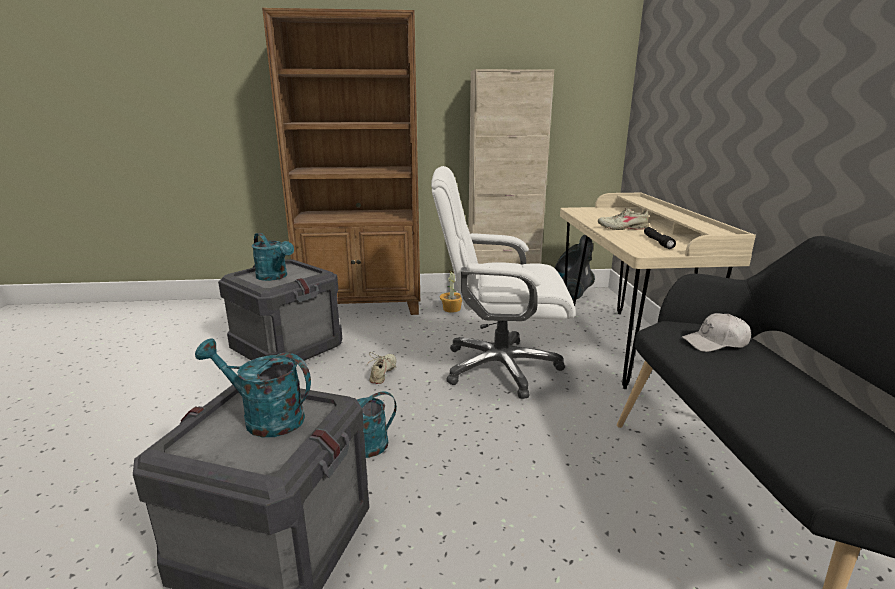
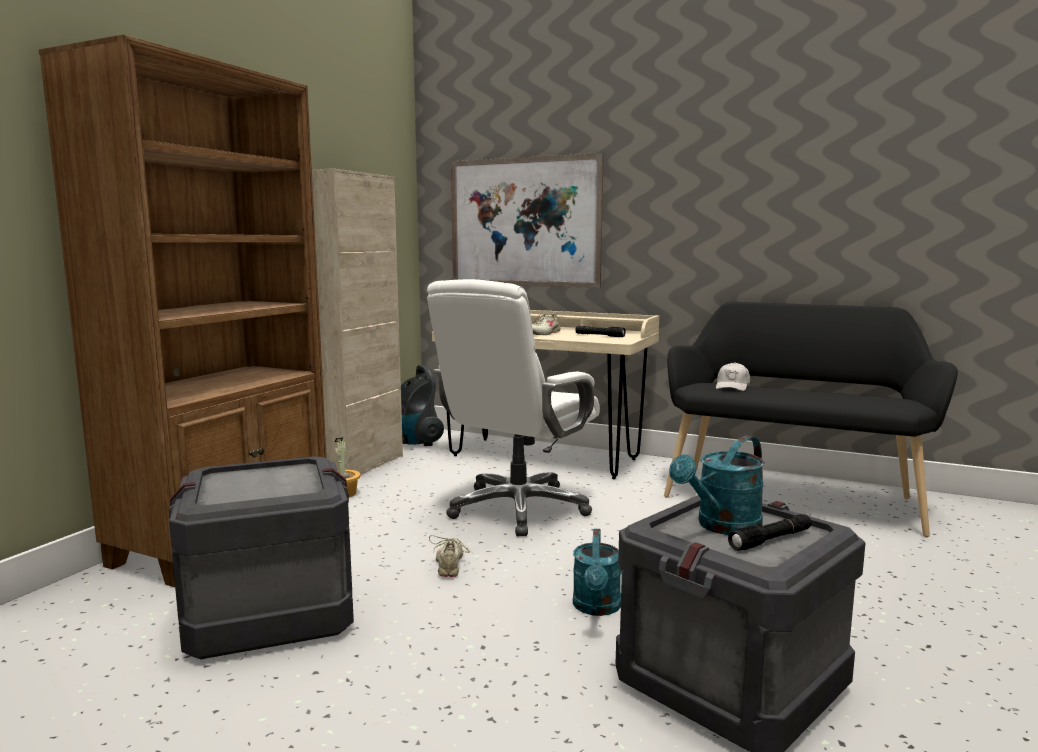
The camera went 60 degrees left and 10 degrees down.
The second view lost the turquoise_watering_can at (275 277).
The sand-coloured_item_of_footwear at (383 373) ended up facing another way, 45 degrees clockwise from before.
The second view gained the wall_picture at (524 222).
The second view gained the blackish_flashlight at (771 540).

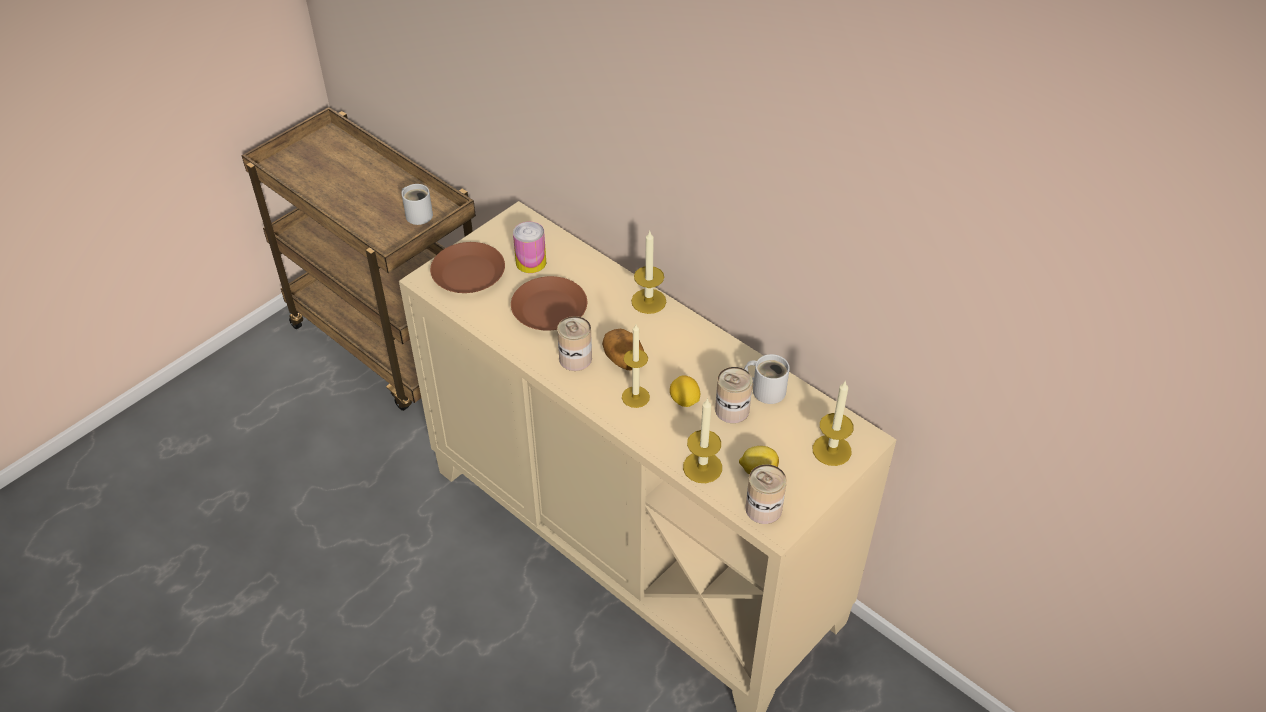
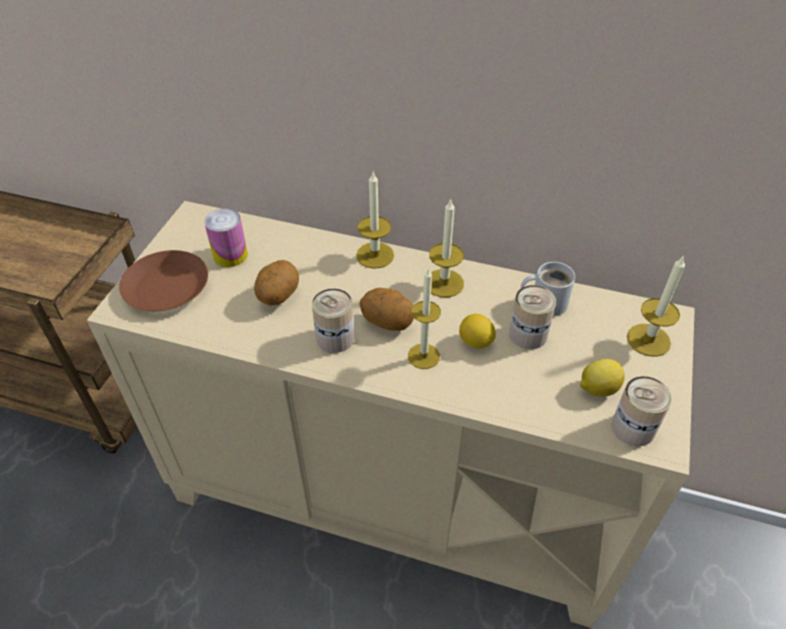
The camera went 25 degrees left and 0 degrees up.
The second view lost the whitish_tea_mug at (418 214).
Where the brown_dinner_plate stood at (550 310), the whole_potato came to stand at (278 296).
The wax_light ended up elsewhere, having gone from (702 467) to (444 283).

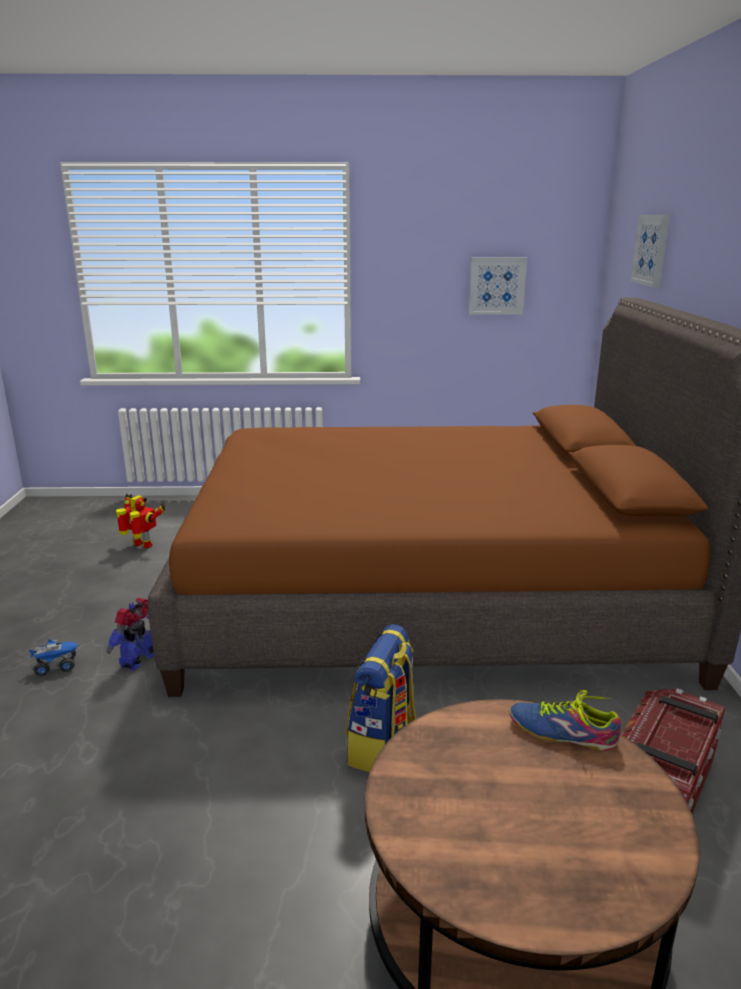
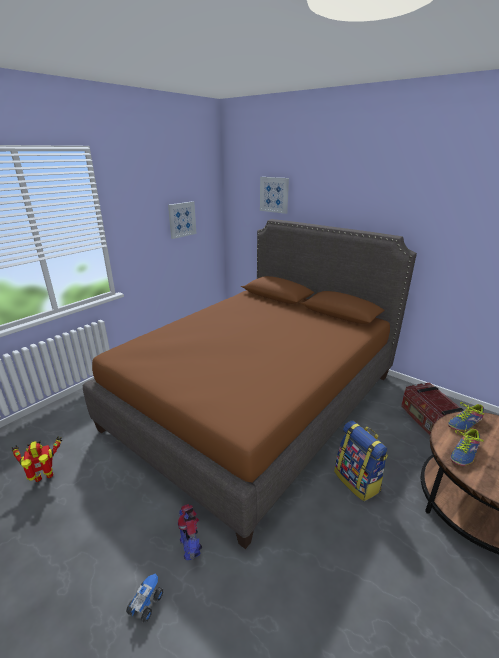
The camera went 50 degrees left and 5 degrees up.
The second view gained the item_of_footwear at (464 453).

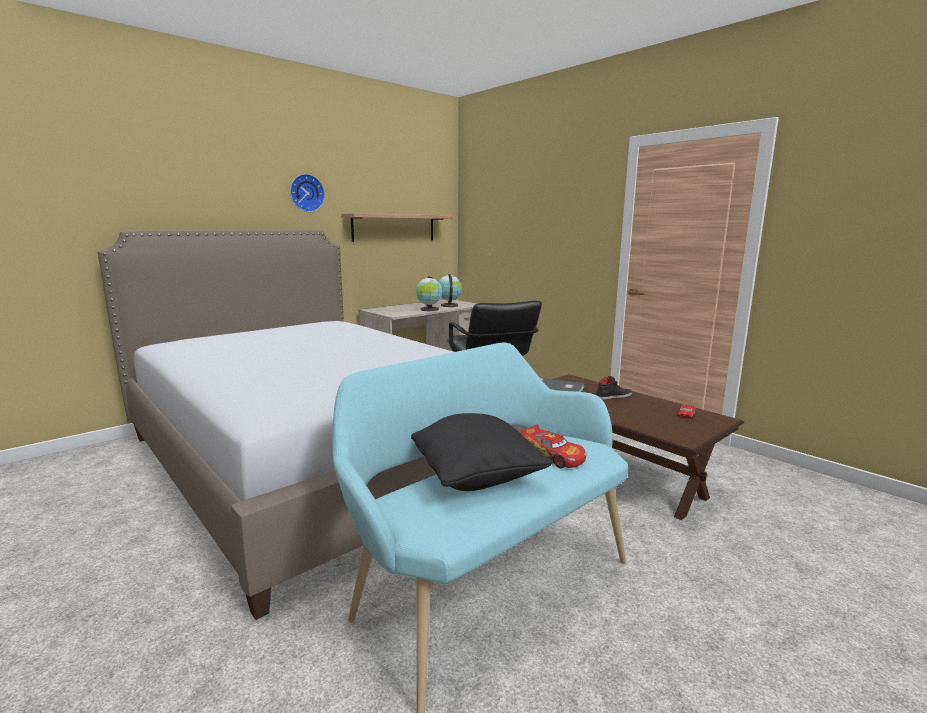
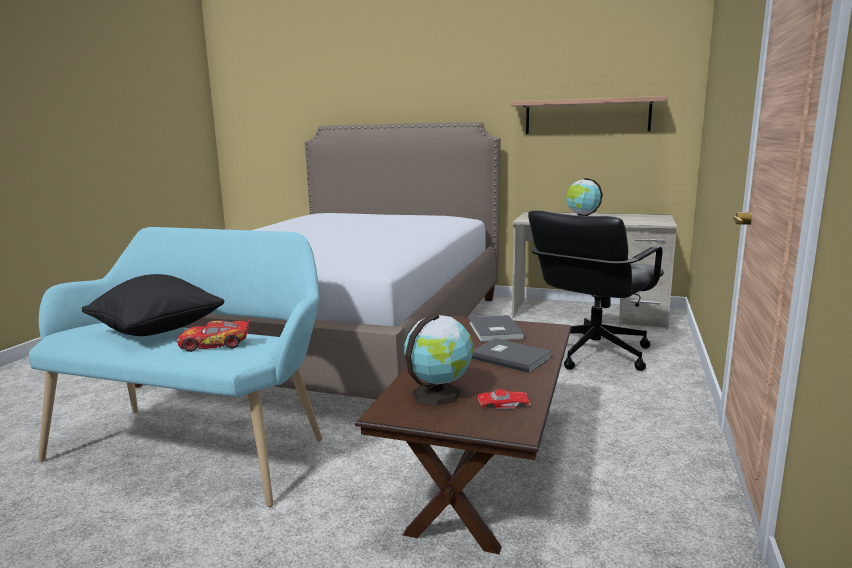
The camera went 60 degrees right and 0 degrees up.
The second view lost the wall_clock at (306 193).
The globe ended up elsewhere, having gone from (449 305) to (438 393).
Where the blackish_item_of_footwear stood at (613 396), the greyish_volume came to stand at (510 357).
The toy_car at (552 456) ended up facing another way, 60 degrees clockwise from before.

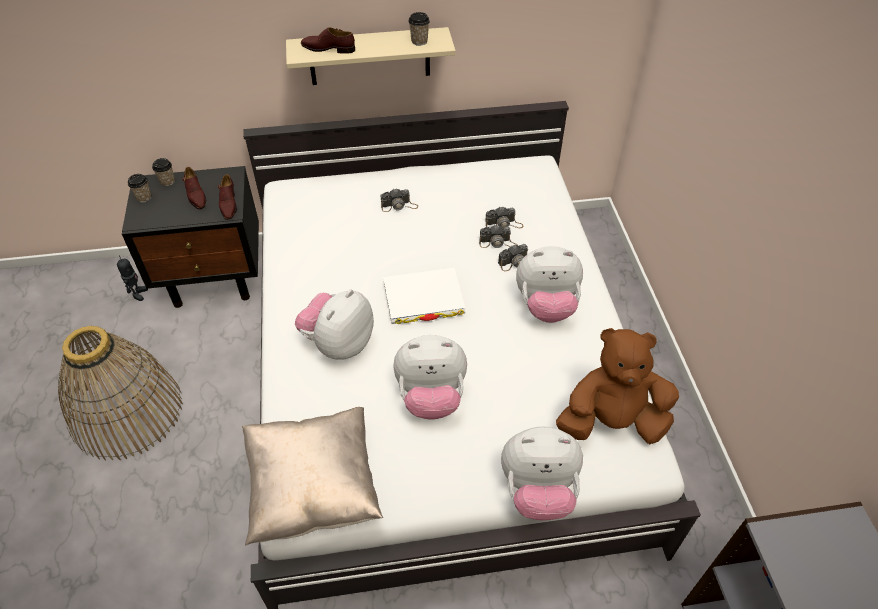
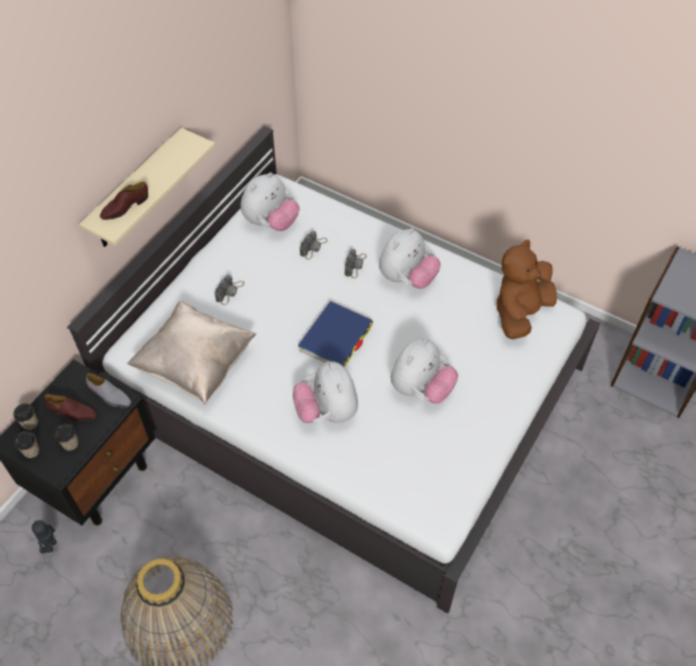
The camera went 50 degrees left and 5 degrees up.
The cup ended up elsewhere, having gone from (419 41) to (70 443).
What was the brown_item_of_footwear at (228 204) turned into the greyish_item_of_footwear at (109 396).
The second view lost the photo_camera at (498 243).
The model_robot at (138 294) ended up facing another way, 120 degrees counterclockwise from before.
What was the whitish_volume at (423 299) turned into the blue-coloured_volume at (336 337).
The sand-coloured_throw_pillow ended up elsewhere, having gone from (314 488) to (196 365).
The cuddly_toy ended up elsewhere, having gone from (538 490) to (271 222).

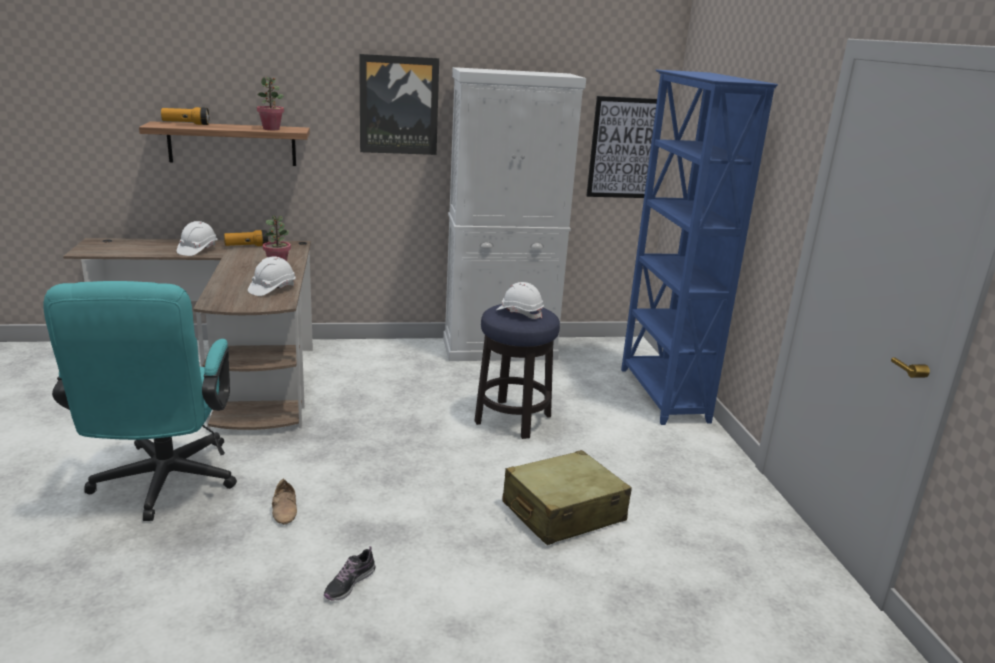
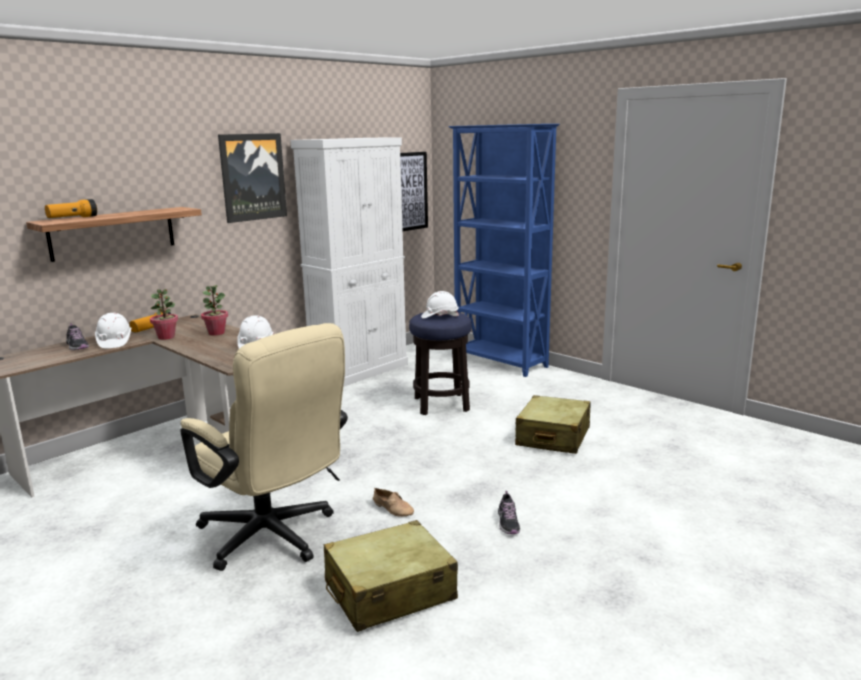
The camera went 35 degrees left and 5 degrees down.
The plant_in_a_pot ended up elsewhere, having gone from (271 129) to (166 337).
What was the turquoise_desk_chair at (162 486) turned into the sand-coloured_desk_chair at (274 538).
The second view gained the item_of_footwear at (77 346).
The second view gained the sand-coloured_piece_of_luggage at (389 591).

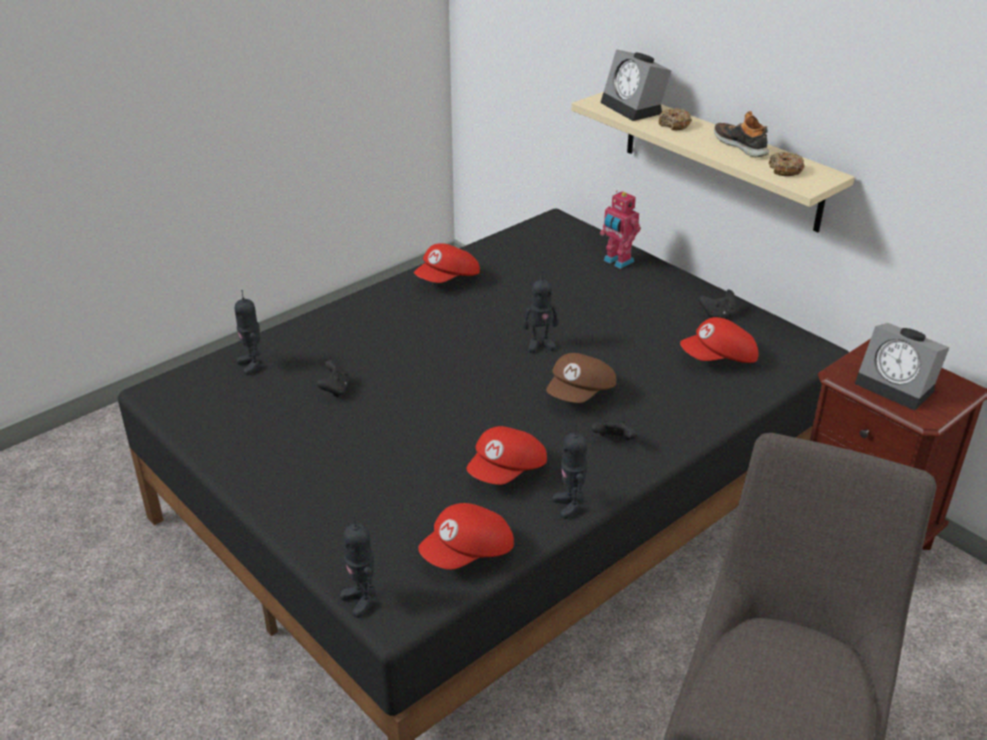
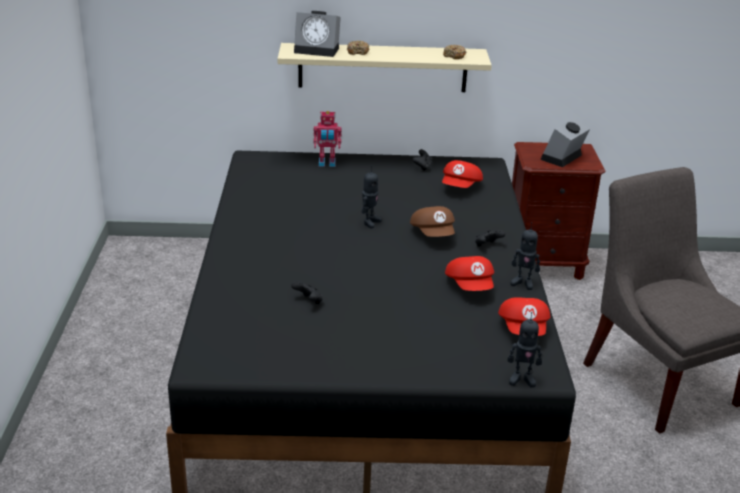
The camera went 50 degrees left and 5 degrees down.
The second view lost the item_of_footwear at (741 145).
The second view lost the reddish_baseball_cap at (448 280).
The second view lost the model_robot at (252 365).
The bedside_clock at (898 387) ended up facing another way, 135 degrees clockwise from before.

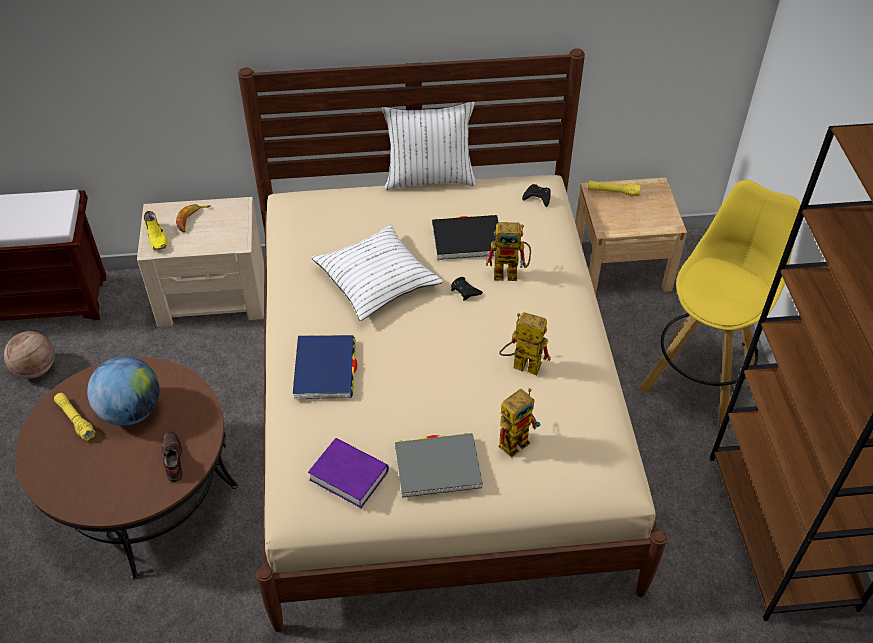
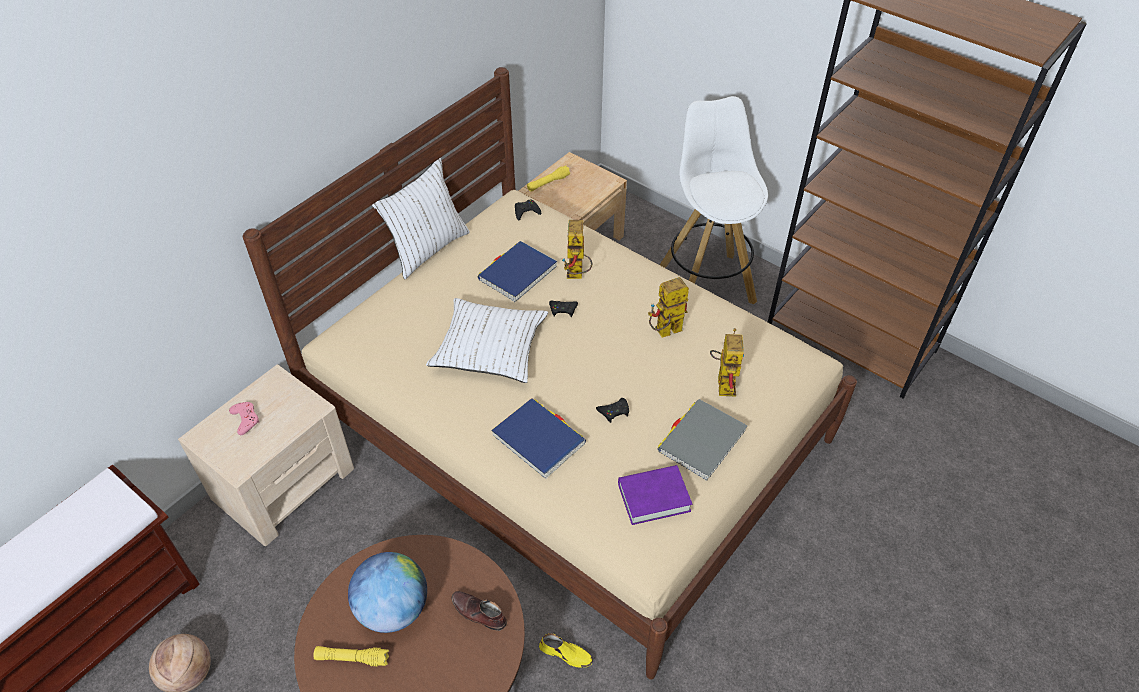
The camera went 45 degrees left and 0 degrees up.
What was the yellowish_stool at (699 380) turned into the whitish_stool at (706 282).
Where the banana stood at (192 219), the pink_joypad came to stand at (245 419).
The yellowish_item_of_footwear ended up elsewhere, having gone from (157 237) to (566 653).
What was the blackish_volume at (467 240) turned into the blue-coloured_volume at (517 273).
The model_robot at (511 272) ended up facing another way, 135 degrees clockwise from before.
The second view gained the blackish_joypad at (614 411).

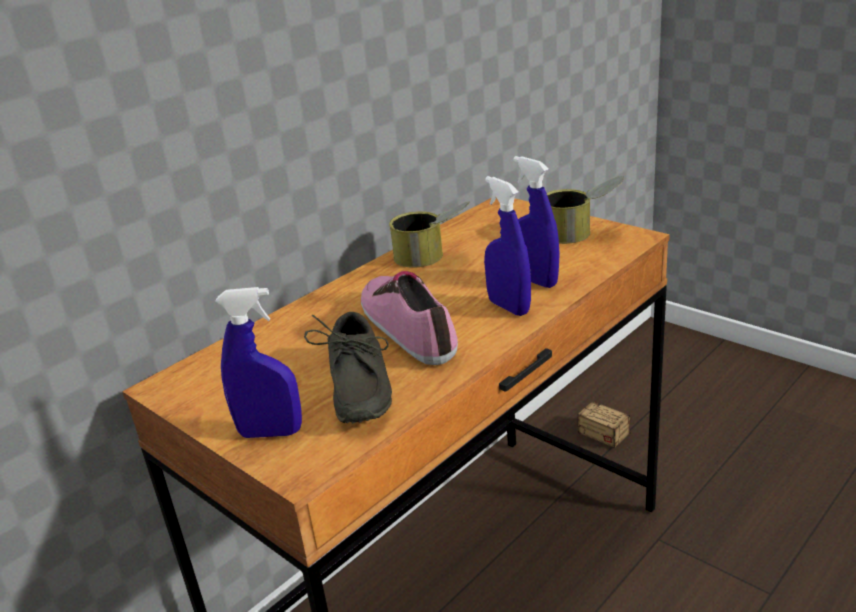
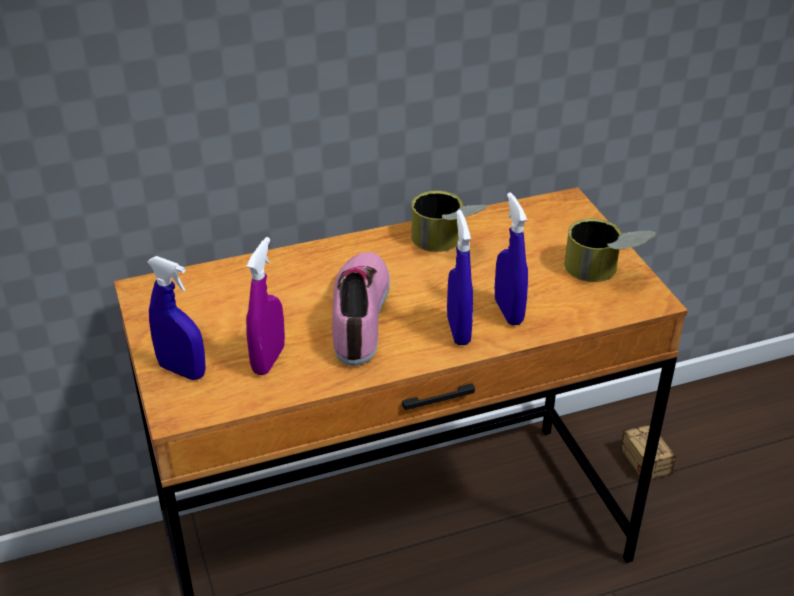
The camera went 25 degrees right and 10 degrees up.
Where the greyish_item_of_footwear stood at (354 390), the purplish_hand_sprayer came to stand at (268 360).

